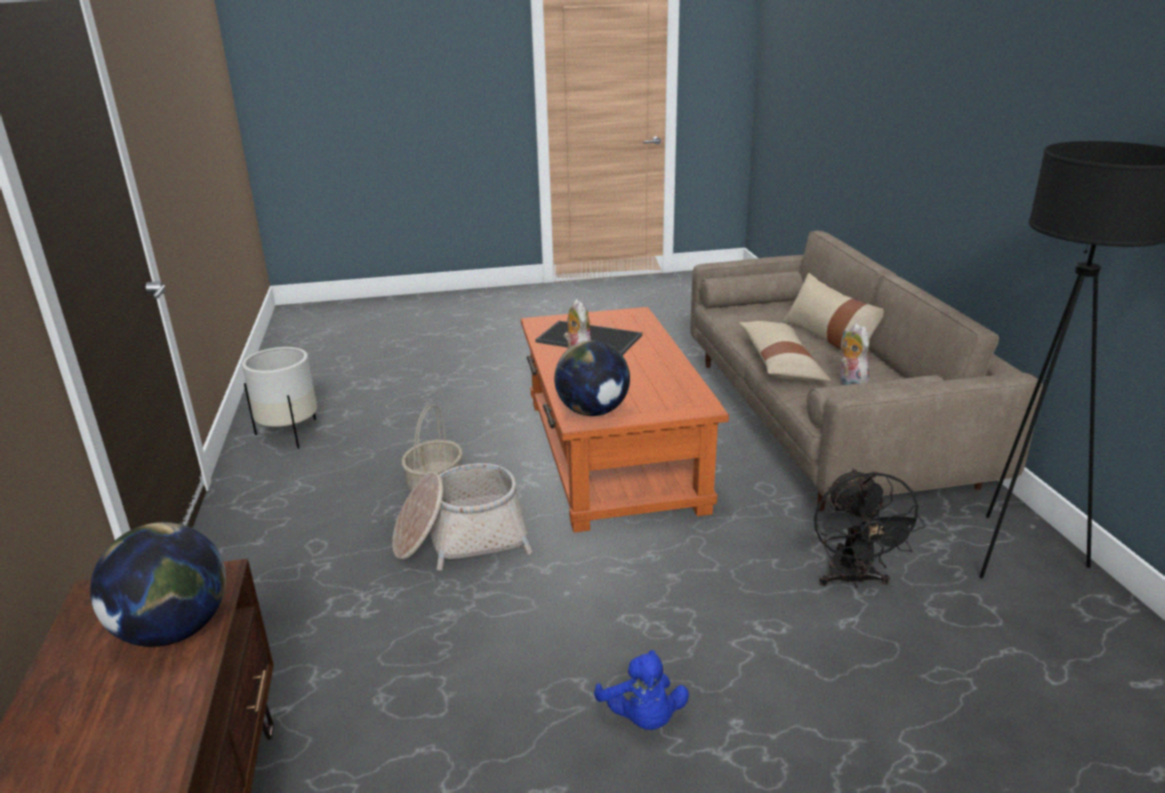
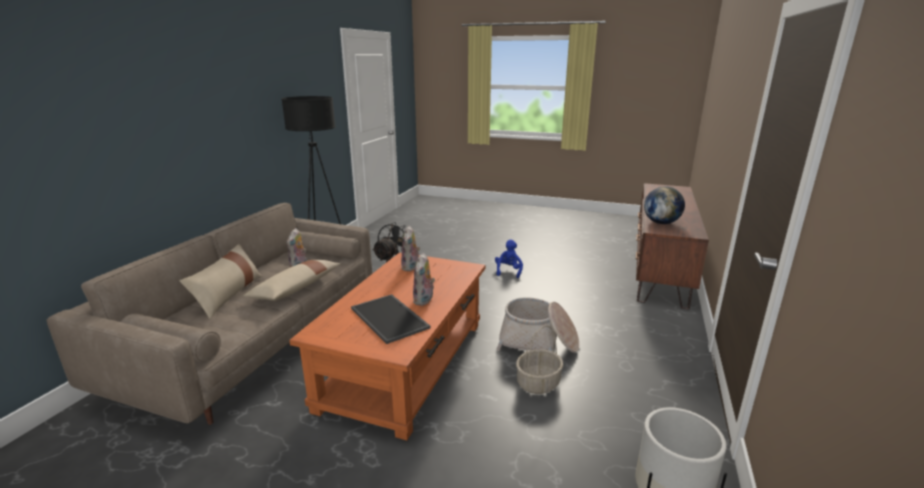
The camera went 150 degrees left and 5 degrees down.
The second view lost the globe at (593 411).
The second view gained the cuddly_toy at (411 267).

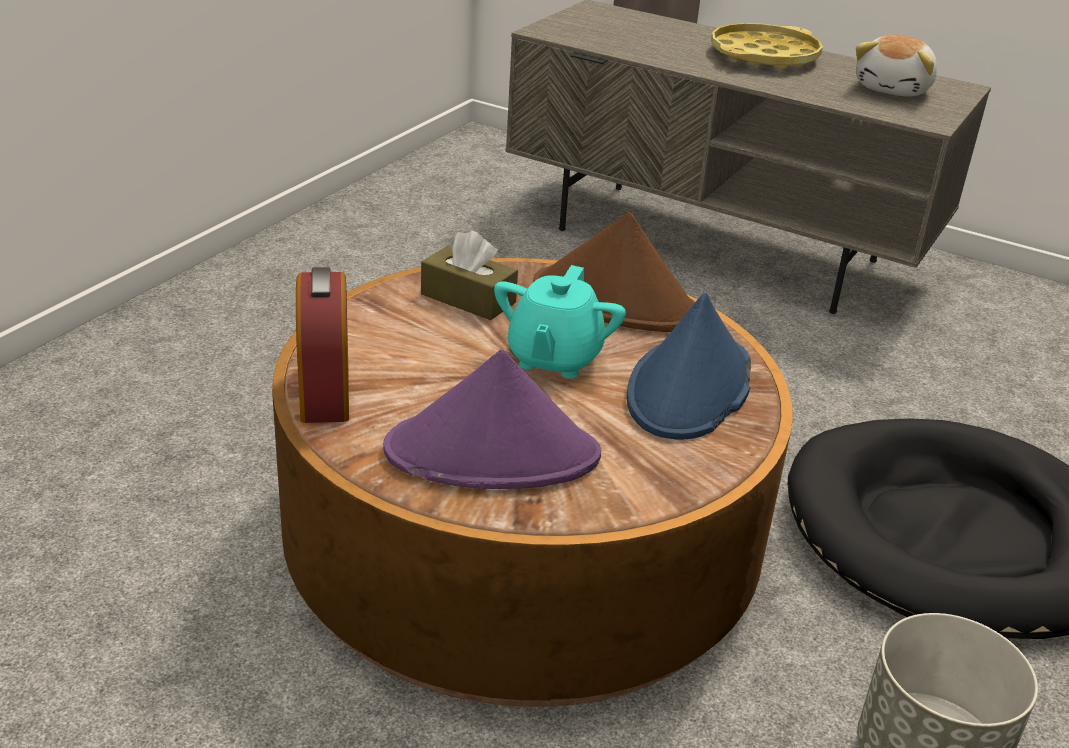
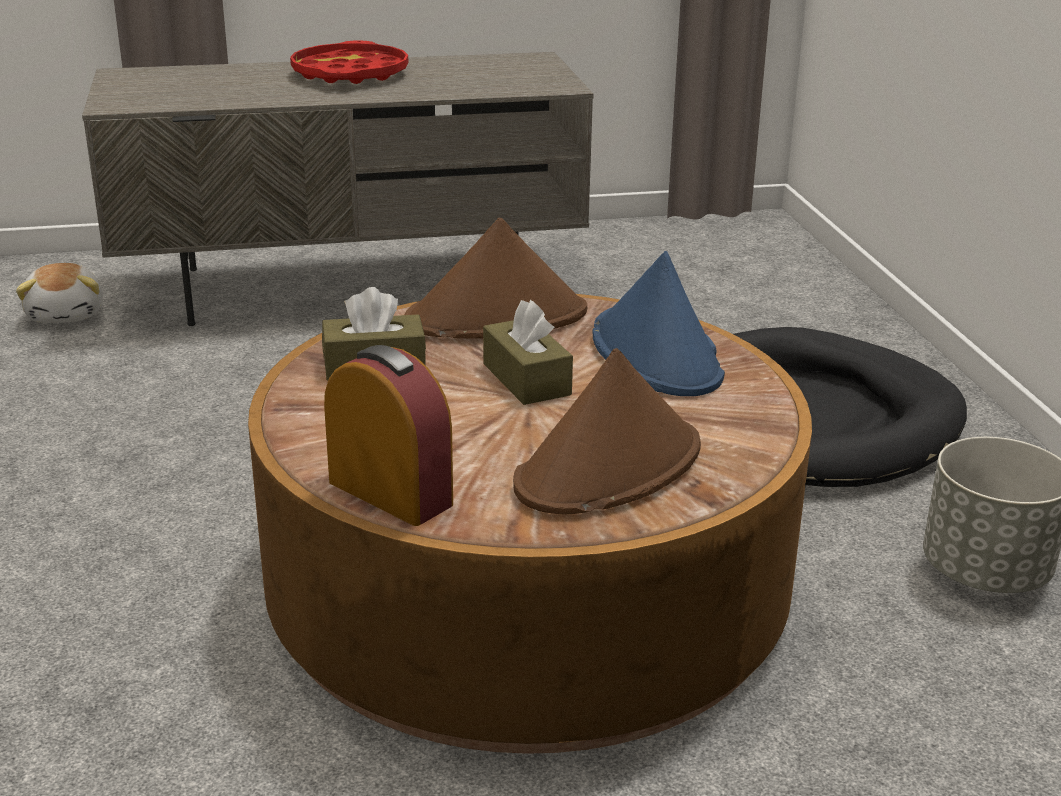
The camera went 40 degrees left and 5 degrees down.
What was the yellowish_tray at (763 56) turned into the reddish_tray at (350 74).
The cuddly_toy ended up elsewhere, having gone from (894 89) to (67 314).
Where the turquoise_pot_for_tea stood at (554 358), the brown_box_of_tissues came to stand at (526 379).
What was the purplish_hat at (493 454) turned into the brown_hat at (609 467).

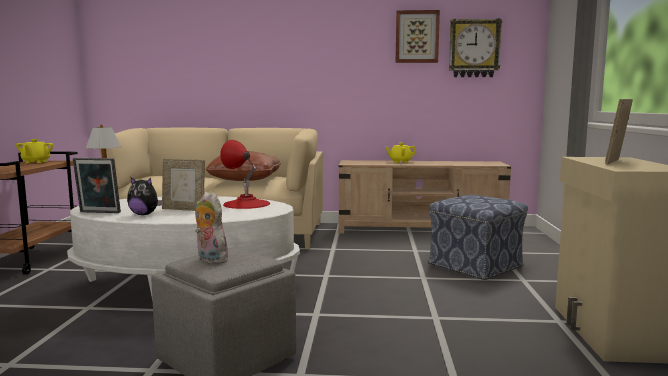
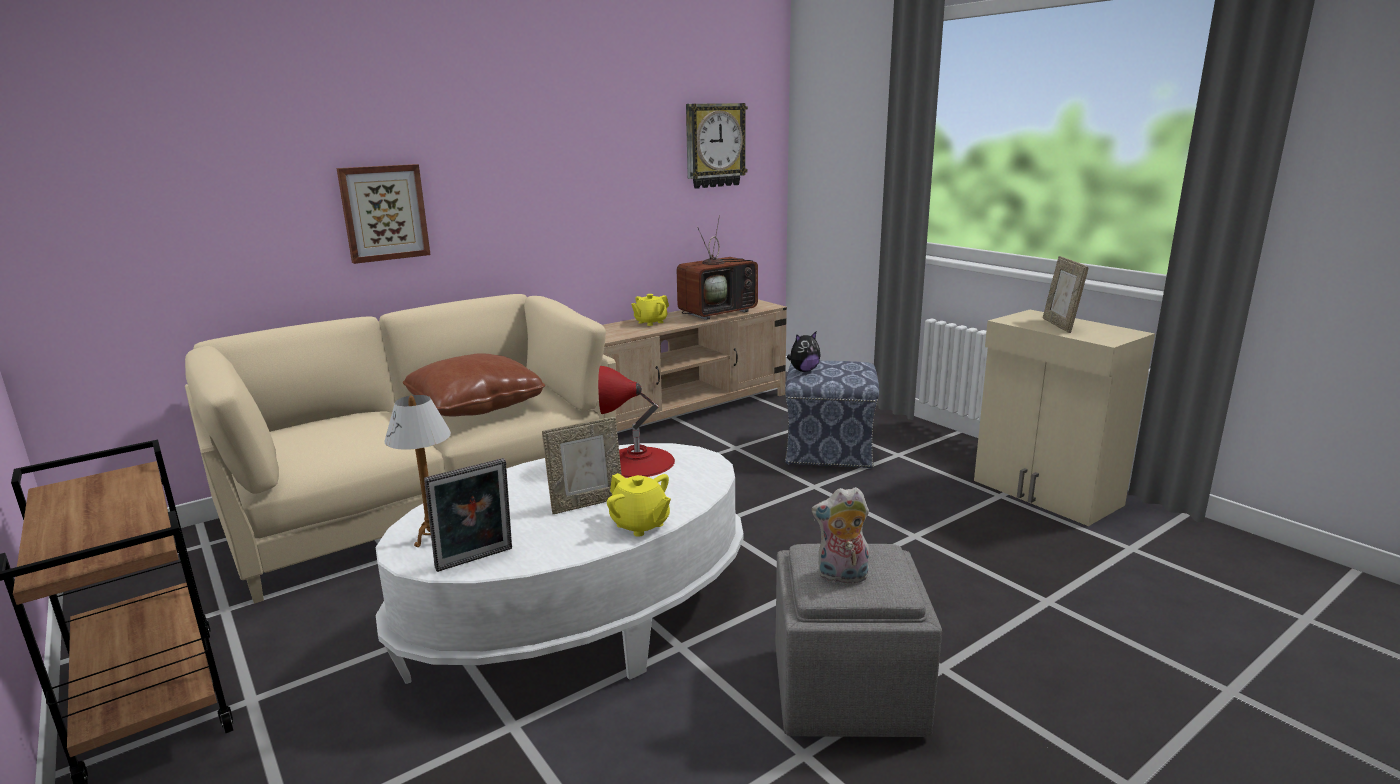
The camera went 40 degrees left and 10 degrees up.
The wall_picture ended up elsewhere, having gone from (417 37) to (384 213).
The yellowish_pot_for_tea ended up elsewhere, having gone from (36 162) to (640 525).
The cuddly_toy ended up elsewhere, having gone from (144 214) to (803 370).
The second view gained the TV_set at (718 312).

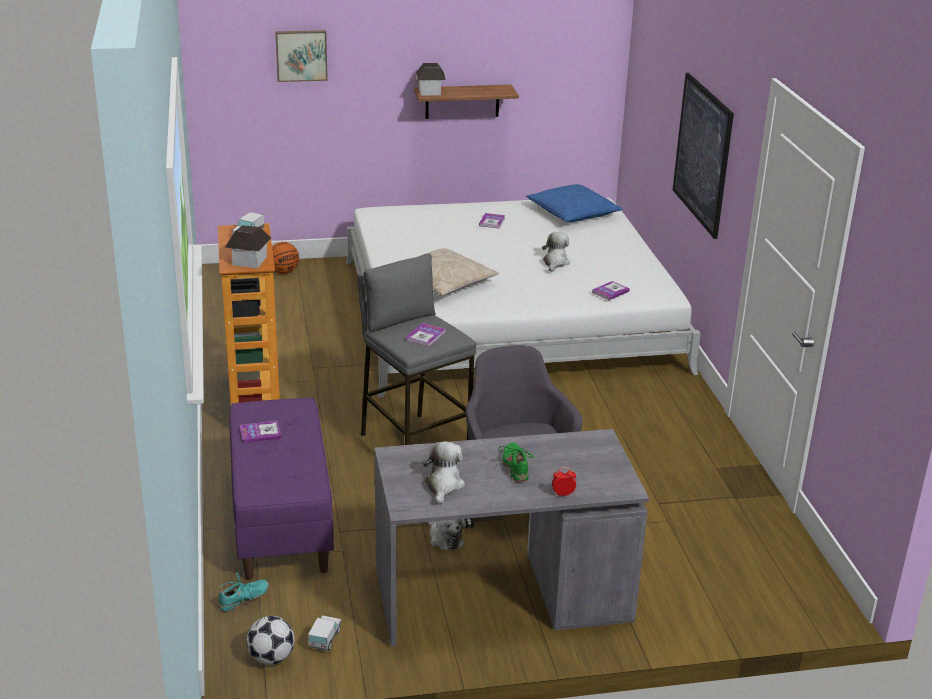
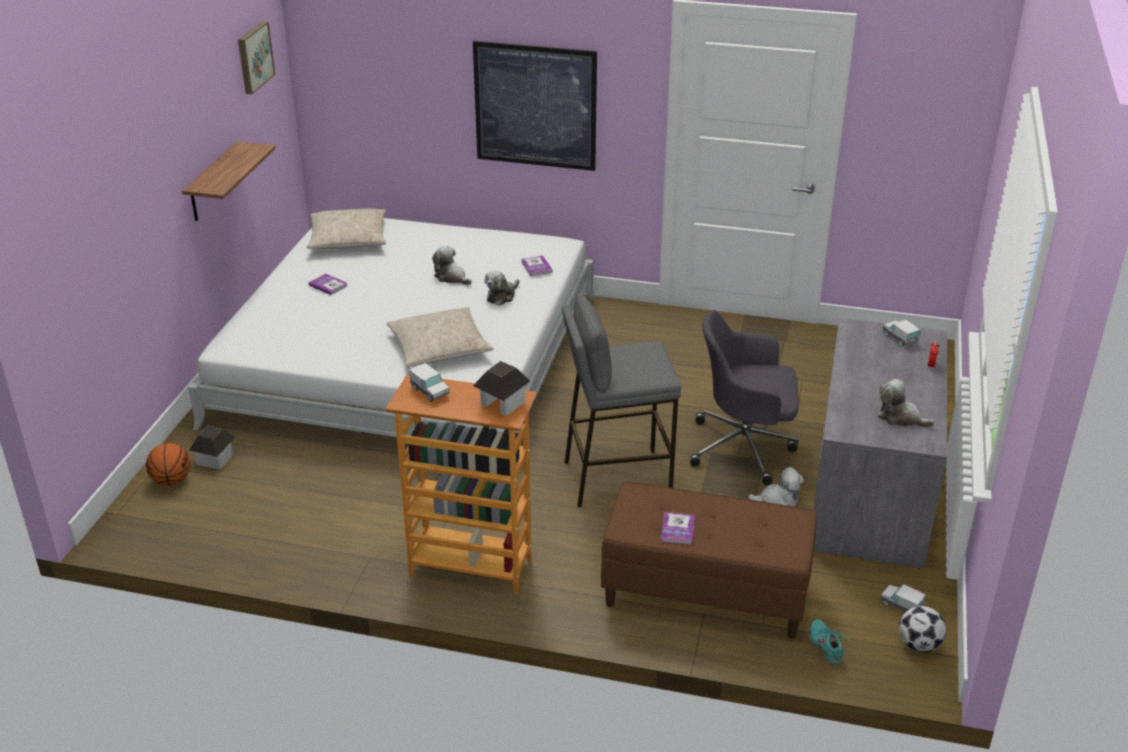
The camera went 65 degrees left and 5 degrees up.
The wall_picture ended up elsewhere, having gone from (301 55) to (254 57).
The miniature_house ended up elsewhere, having gone from (430 91) to (215 459).
What was the blue-coloured_throw_pillow at (573 213) turned into the sand-coloured_throw_pillow at (348 239).
The second view lost the volume at (425 336).
What was the purplish_indoor_bench at (280 520) turned into the brown_indoor_bench at (704 594).
The second view lost the green-coloured_item_of_footwear at (516 467).
The second view gained the cuddly_toy at (502 296).
The second view gained the model_truck at (899 339).

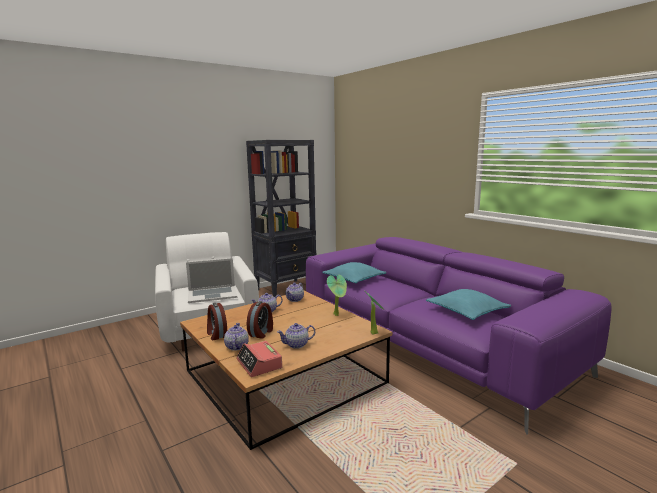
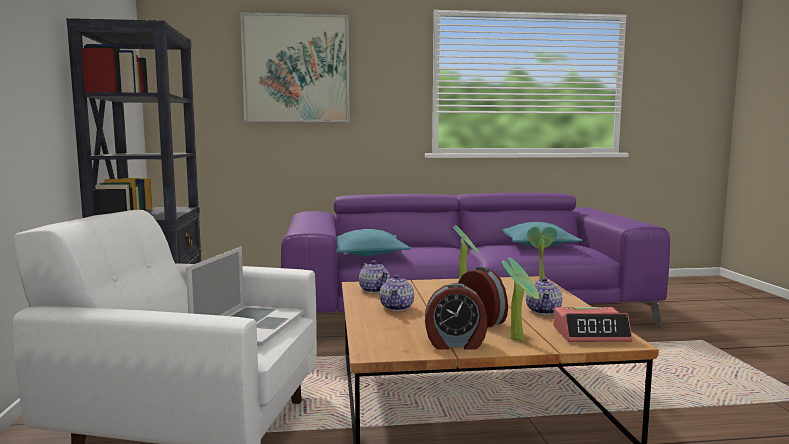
The camera went 60 degrees left and 5 degrees down.
Where the pot_for_tea stood at (236 347), the plant_in_a_pot came to stand at (519 338).
The second view gained the wall_picture at (296 68).

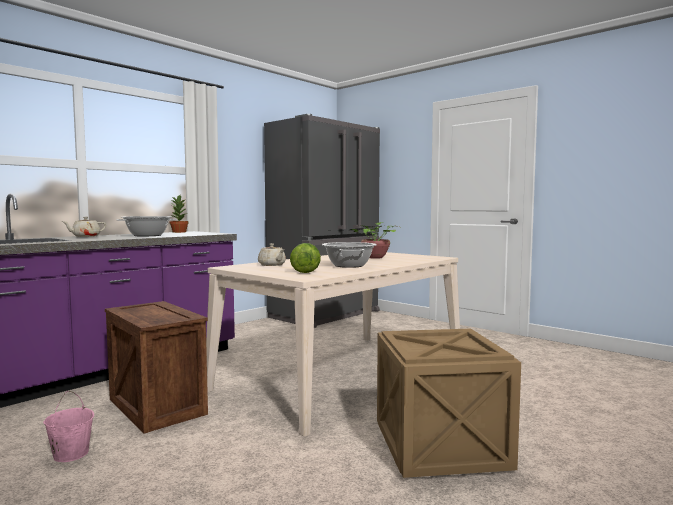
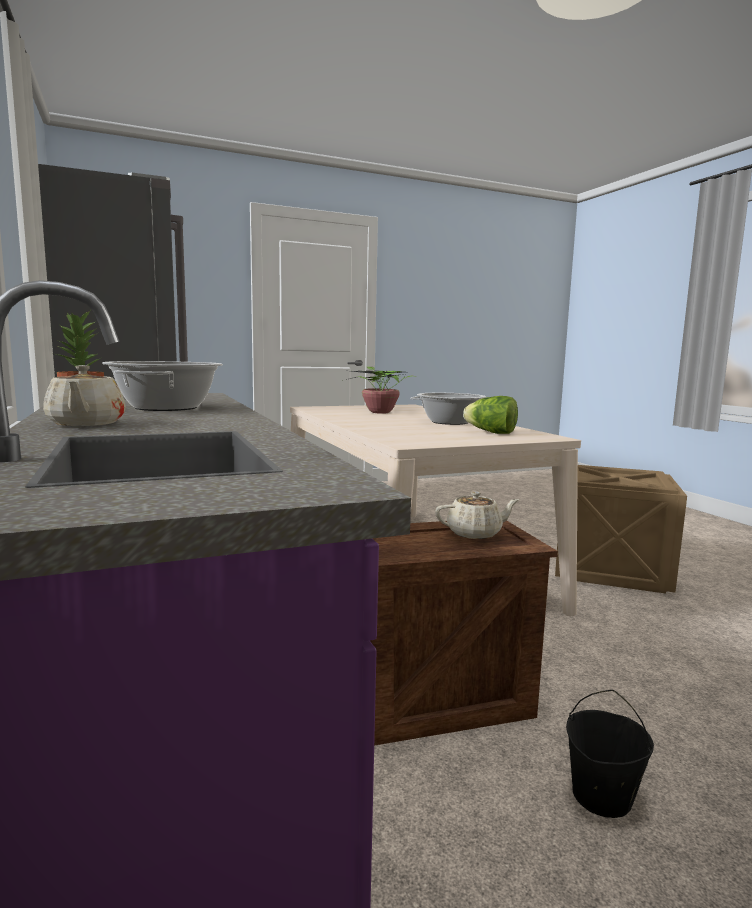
The camera went 65 degrees left and 5 degrees up.
The sand-coloured_pot_for_tea ended up elsewhere, having gone from (272 265) to (475 533).
What was the pink_pail at (70 454) turned into the blackish_pail at (601 797).

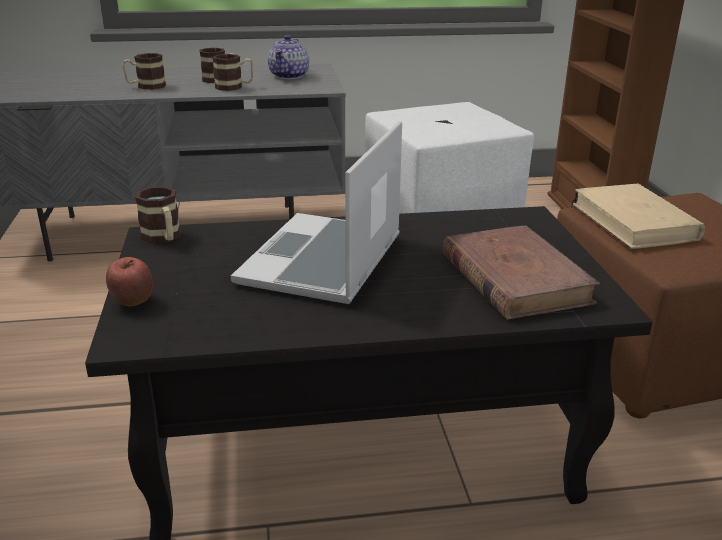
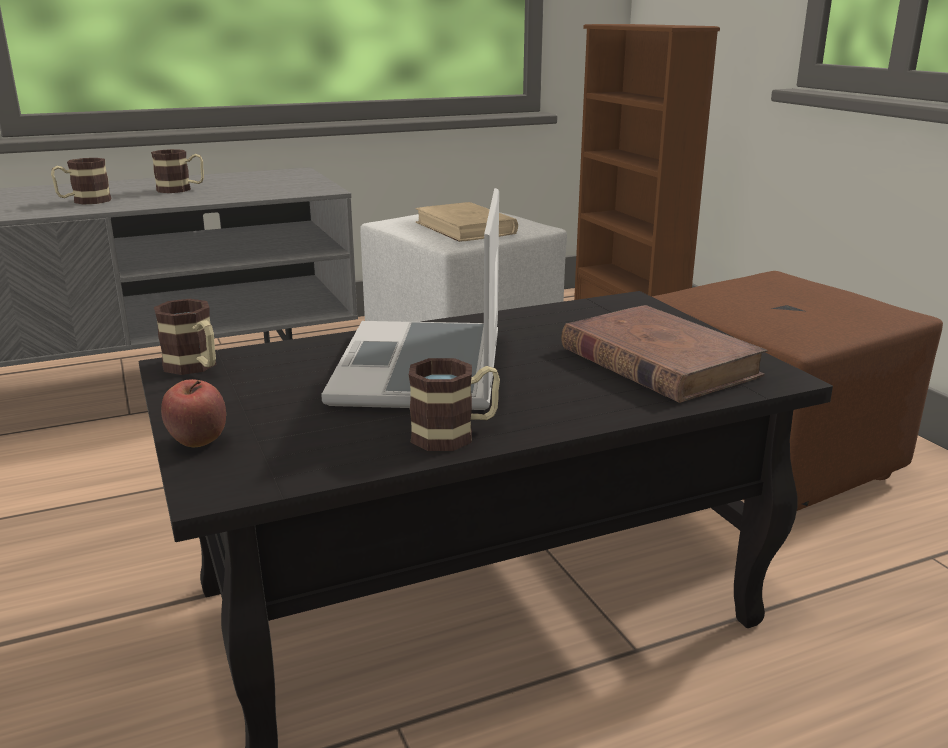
The camera went 15 degrees left and 5 degrees down.
The second view lost the pot_for_tea at (289 76).
The tea_mug ended up elsewhere, having gone from (234 87) to (455 434).
The sand-coloured_volume ended up elsewhere, having gone from (634 222) to (465 228).

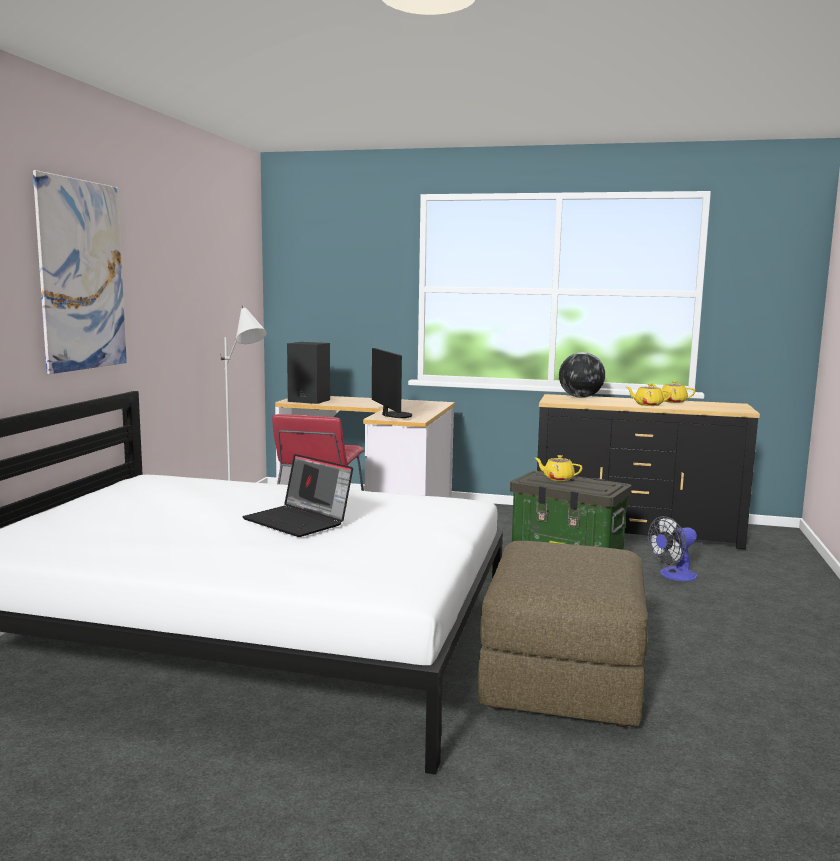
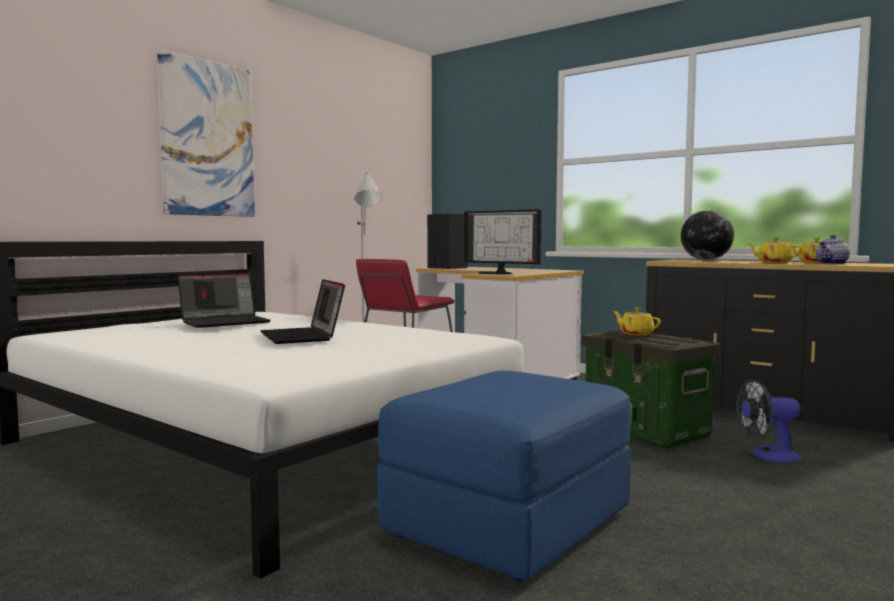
The camera went 25 degrees right and 5 degrees down.
The computer_screen at (394 415) ended up facing another way, 120 degrees clockwise from before.
What was the brown_pouffe at (562 677) turned into the blue-coloured_pouffe at (508 523).
The second view gained the pot_for_tea at (832 264).
The second view gained the portable_computer at (226 322).

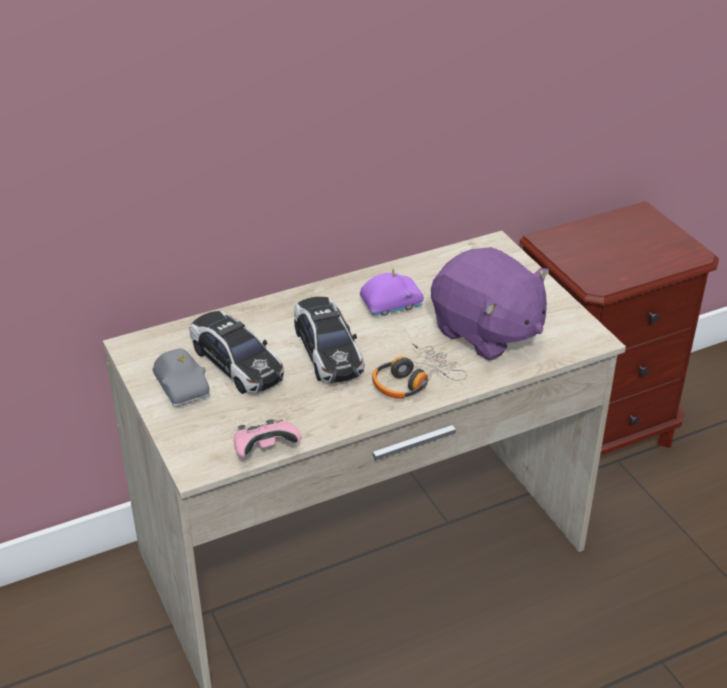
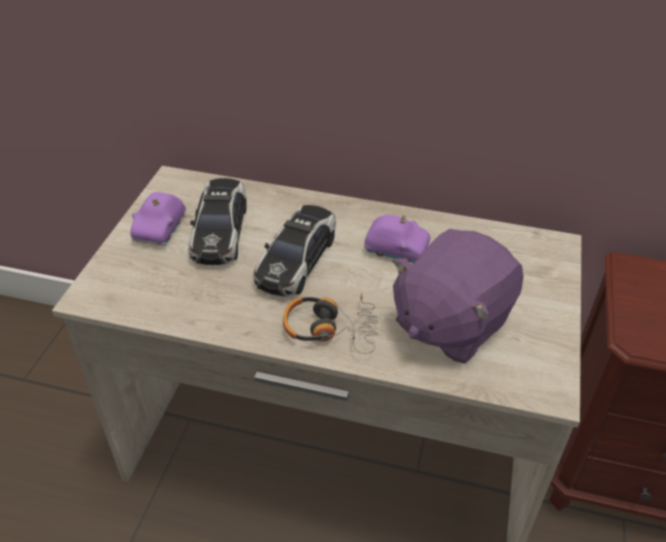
The camera went 40 degrees right and 5 degrees up.
The purplish_cuddly_toy at (486 332) ended up facing another way, 45 degrees clockwise from before.
What was the greyish_toy_car at (183 388) turned into the purplish_toy_car at (161 229).
The second view lost the pink_joypad at (265 449).

